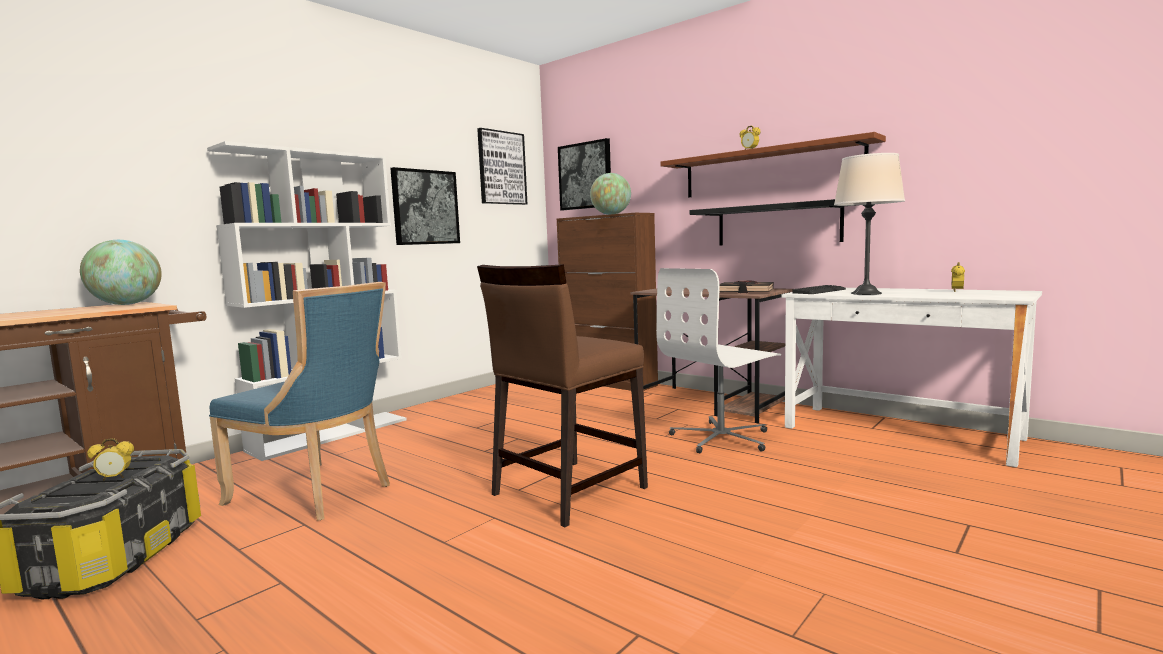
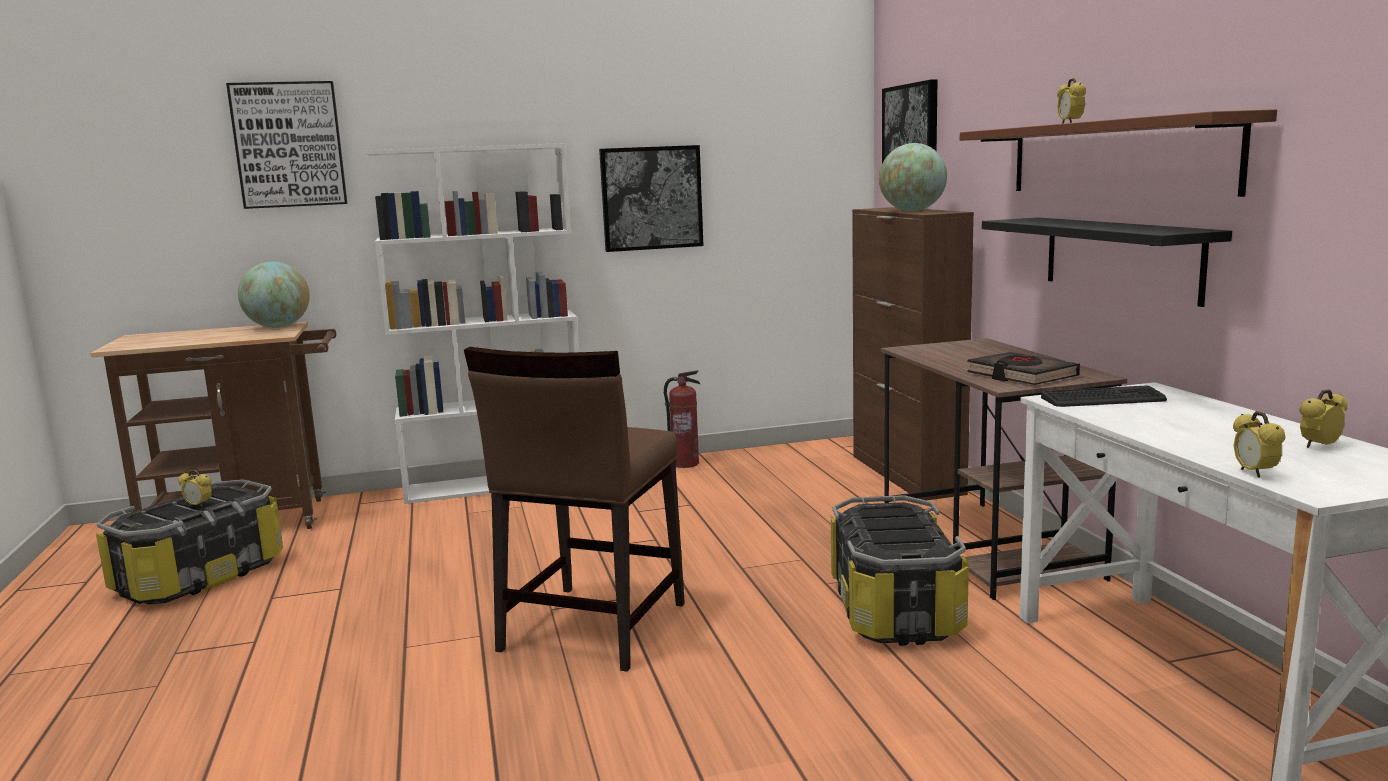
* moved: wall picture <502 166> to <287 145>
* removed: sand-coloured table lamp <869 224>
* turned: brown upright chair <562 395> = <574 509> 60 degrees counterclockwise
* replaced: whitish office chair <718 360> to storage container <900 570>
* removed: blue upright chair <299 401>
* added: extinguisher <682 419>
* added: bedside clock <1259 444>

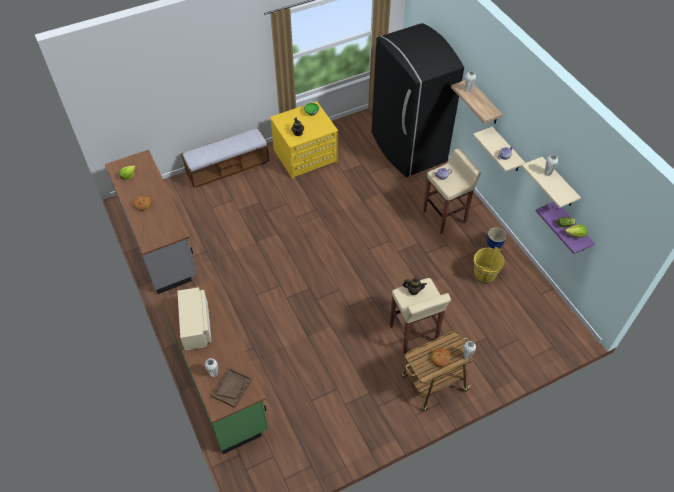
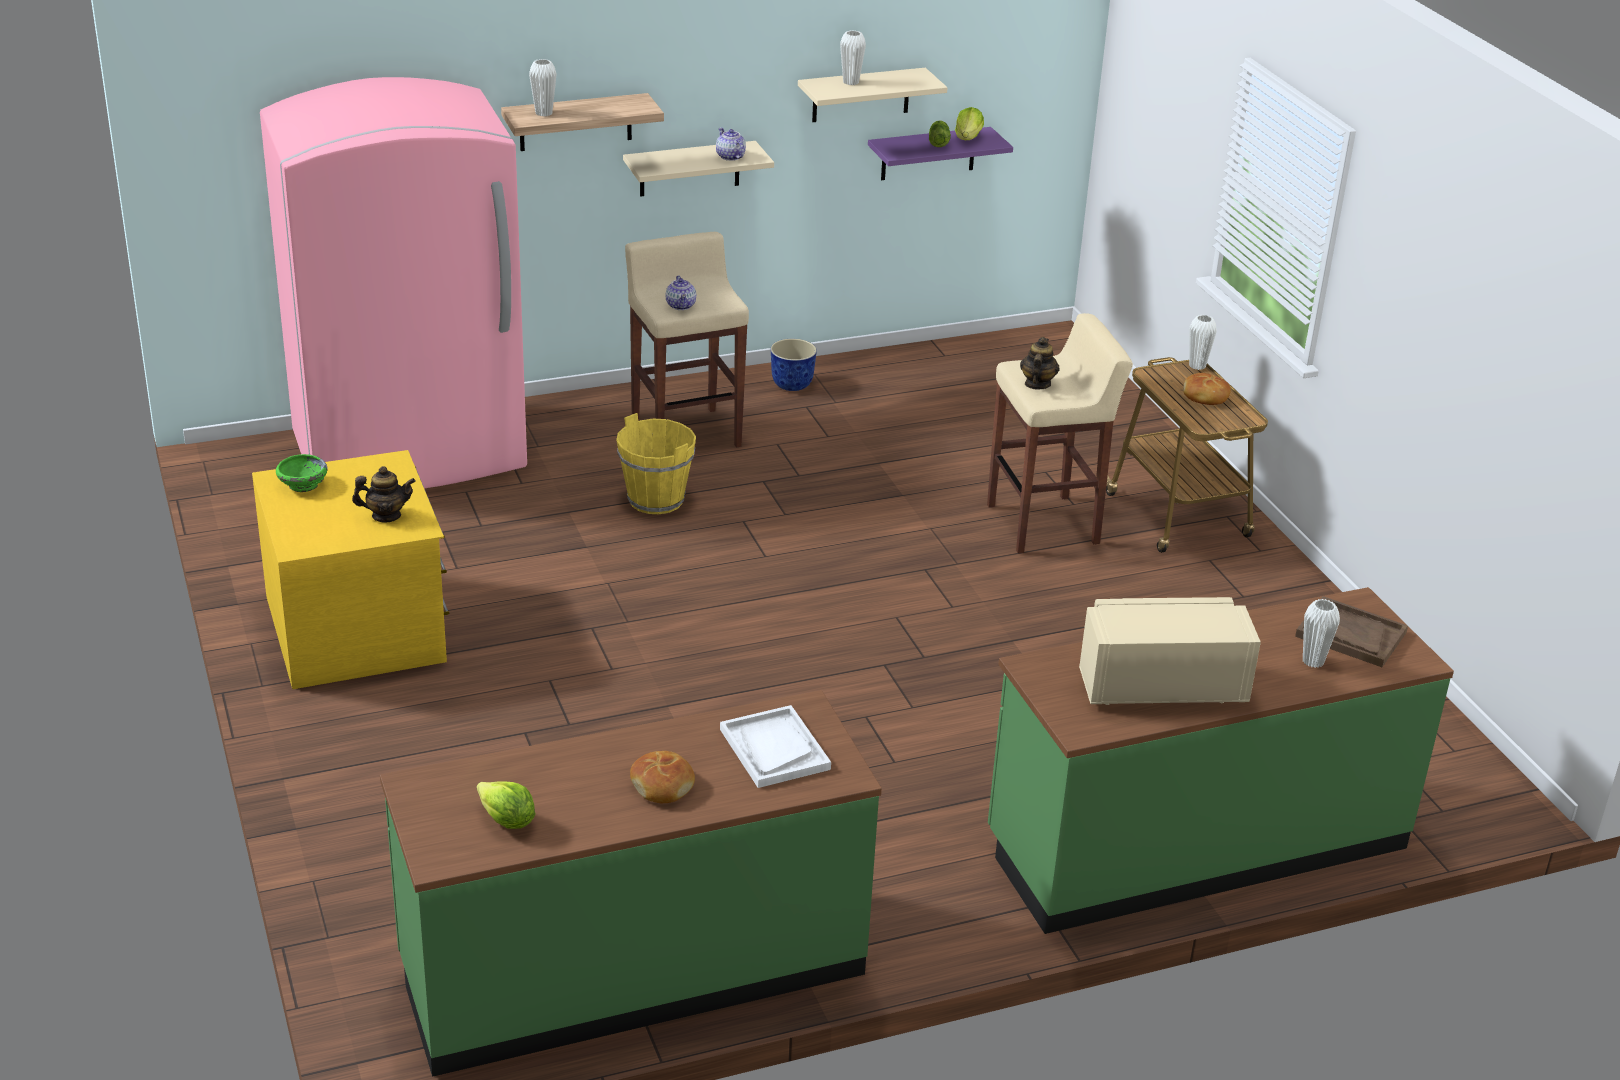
* recoloured: black kitchen fridge <418 100> to pink-coloured kitchen fridge <393 282>
* removed: bench <225 158>
* recoloured: greyish kitchen base unit <151 222> to green kitchen base unit <631 883>
* moved: yellow bucket <489 265> to <656 463>
* added: whitish carrying tray <775 746>

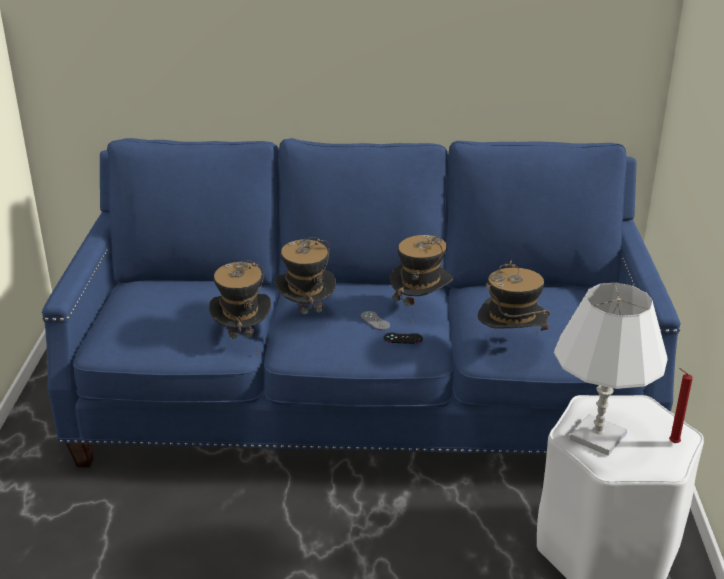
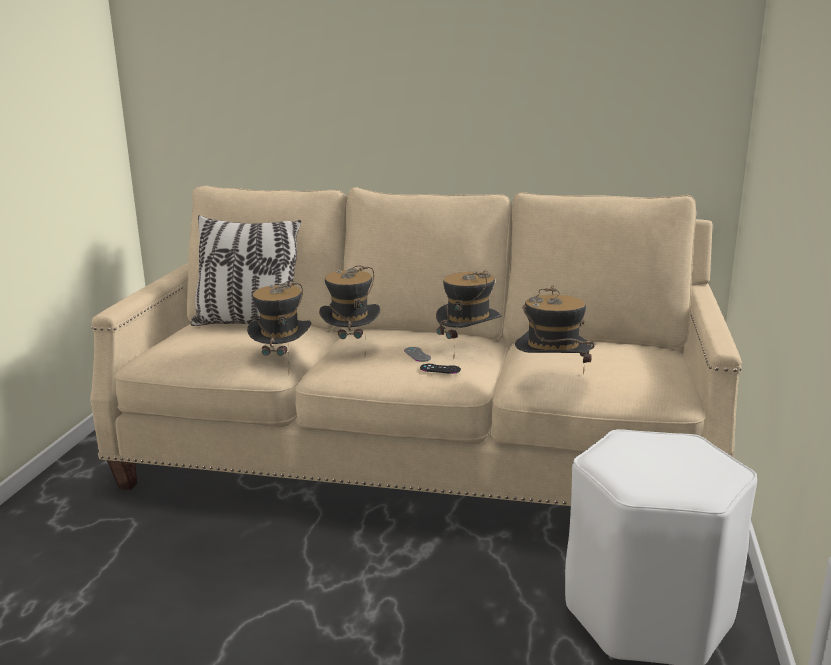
* recoloured: blue settee <361 302> to sand-coloured settee <416 346>
* removed: whitish table lamp <610 369>
* removed: red wax candle <681 405>
* added: throw pillow <246 270>

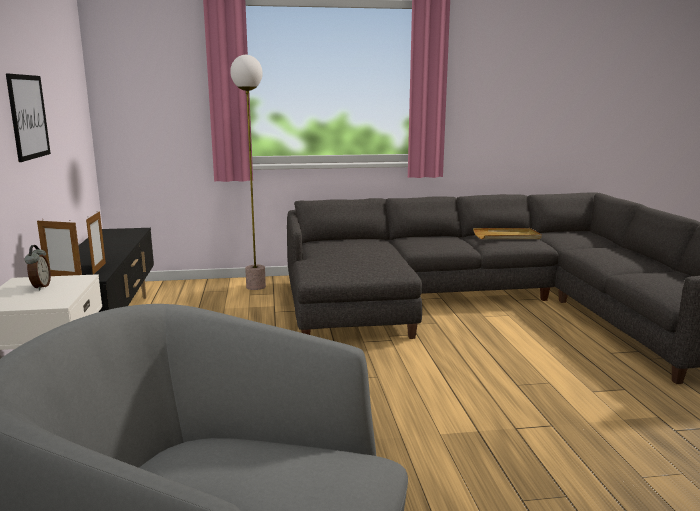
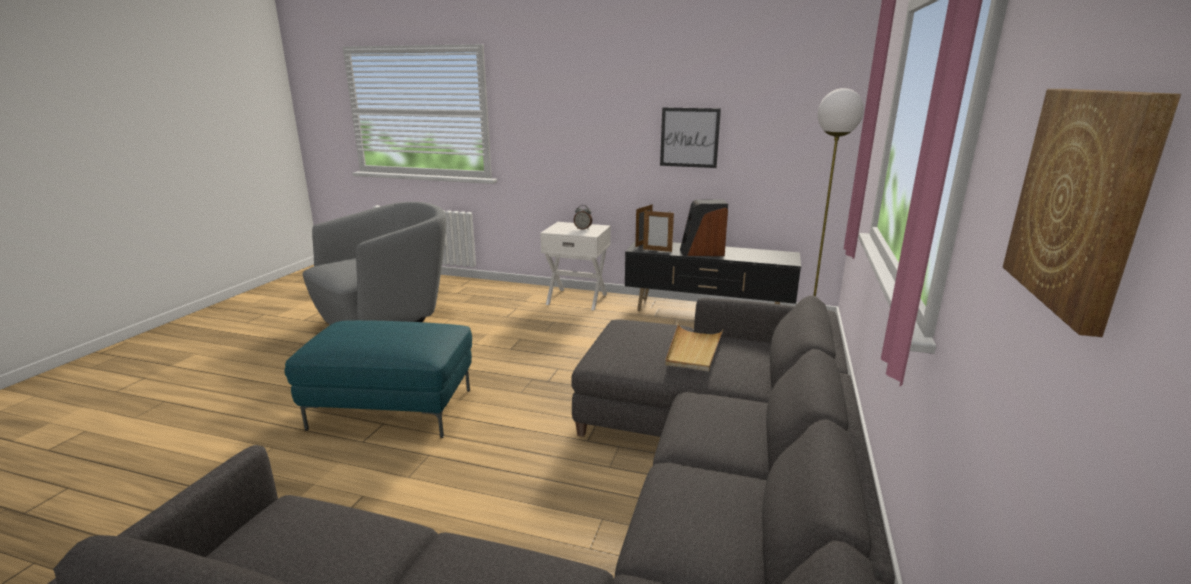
* moved: sand-coloured carrying tray <507 233> to <694 347>
* added: wall picture <1092 213>
* added: audio speaker <704 227>
* added: turquoise ottoman <378 379>

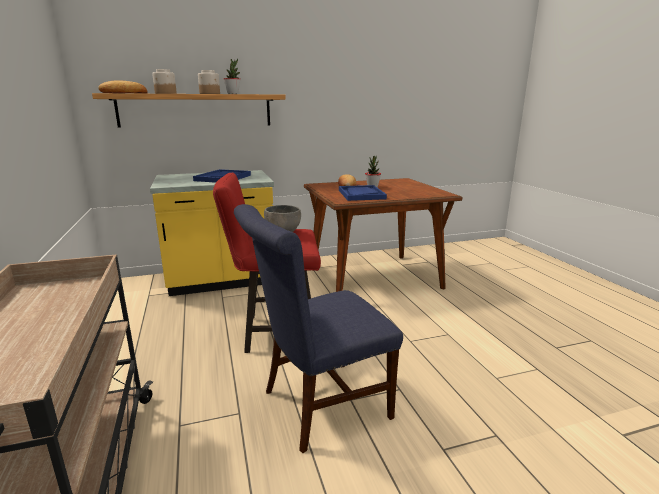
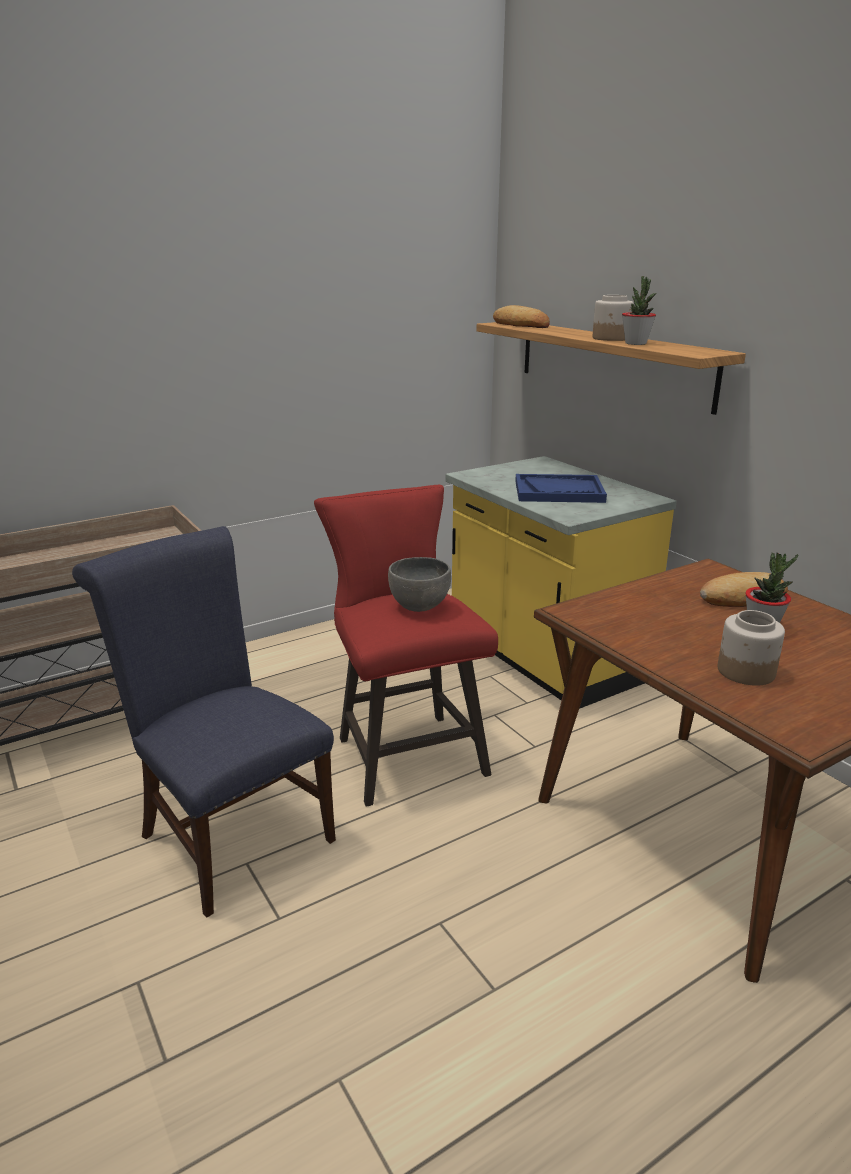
* moved: jar <164 81> to <751 648>
* removed: blue carrying tray <363 193>

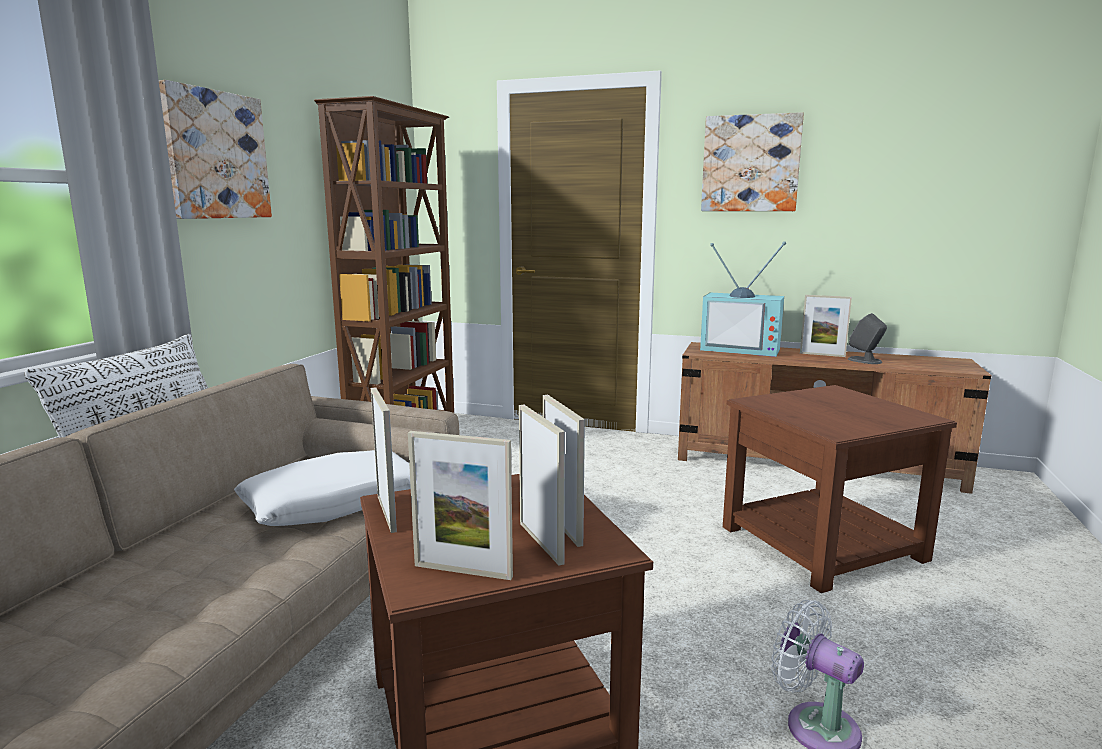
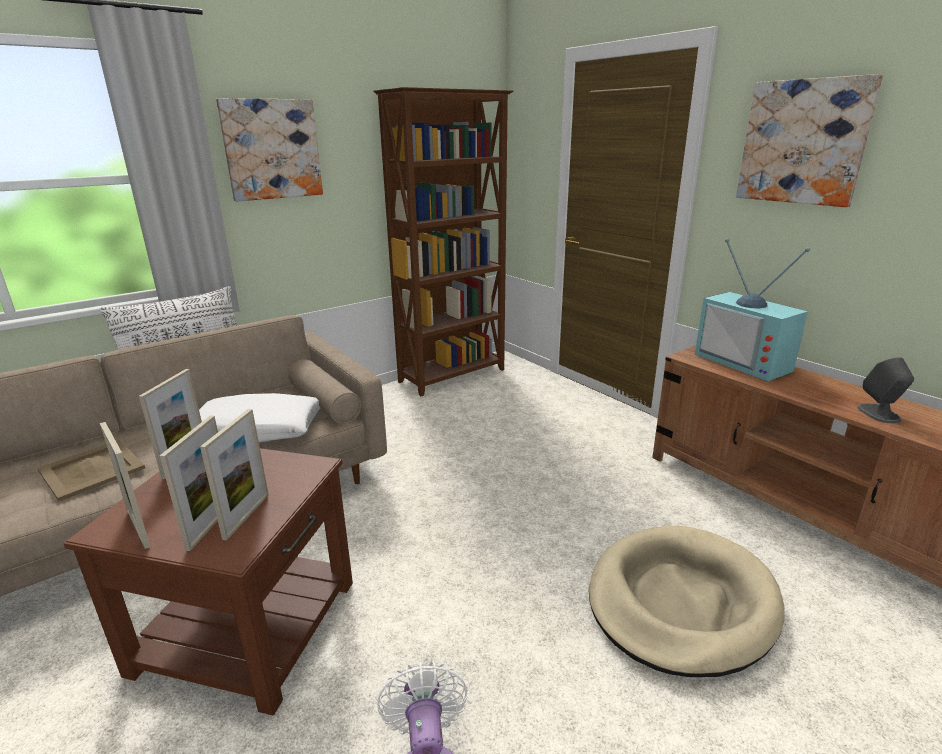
* removed: picture frame <826 326>
* replaced: brown accent table <840 489> to sand-coloured pet bed <686 601>
* added: sand-coloured carrying tray <91 470>

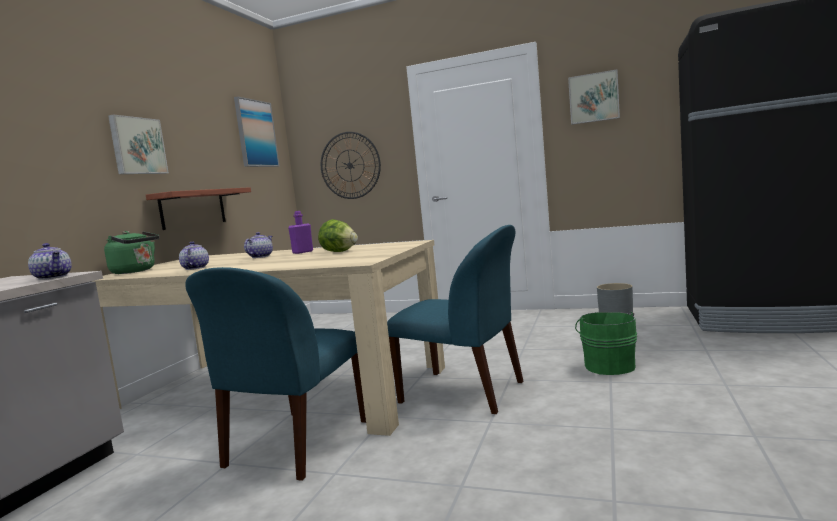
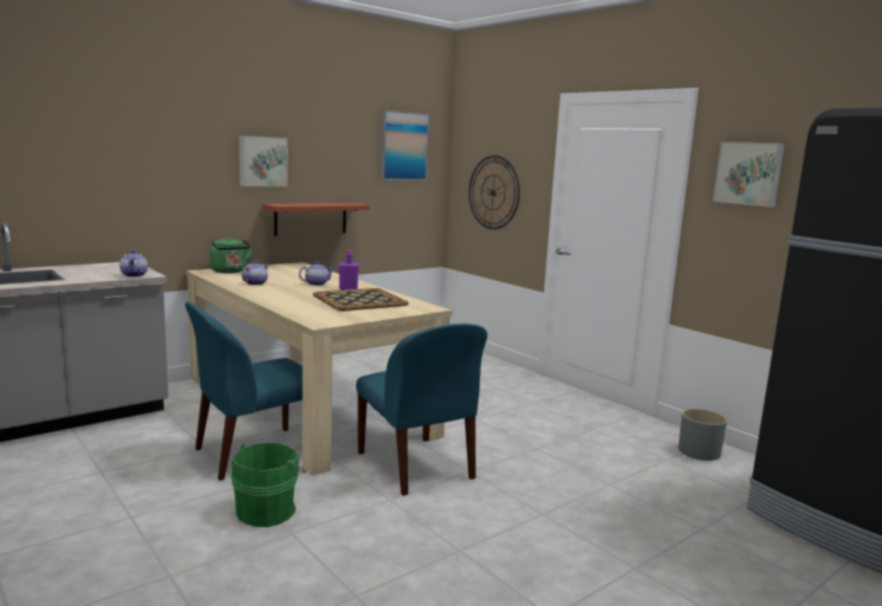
* replaced: lettuce head <338 235> to carrying tray <361 299>
* moved: green bucket <606 343> to <268 484>

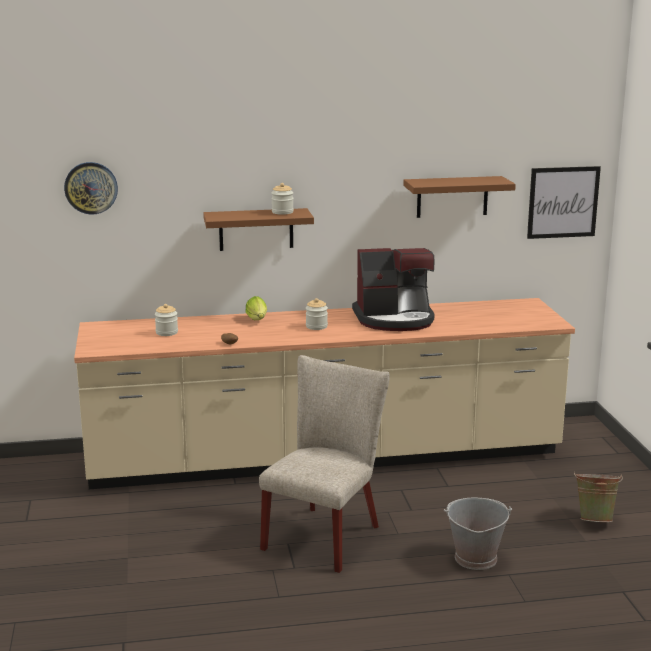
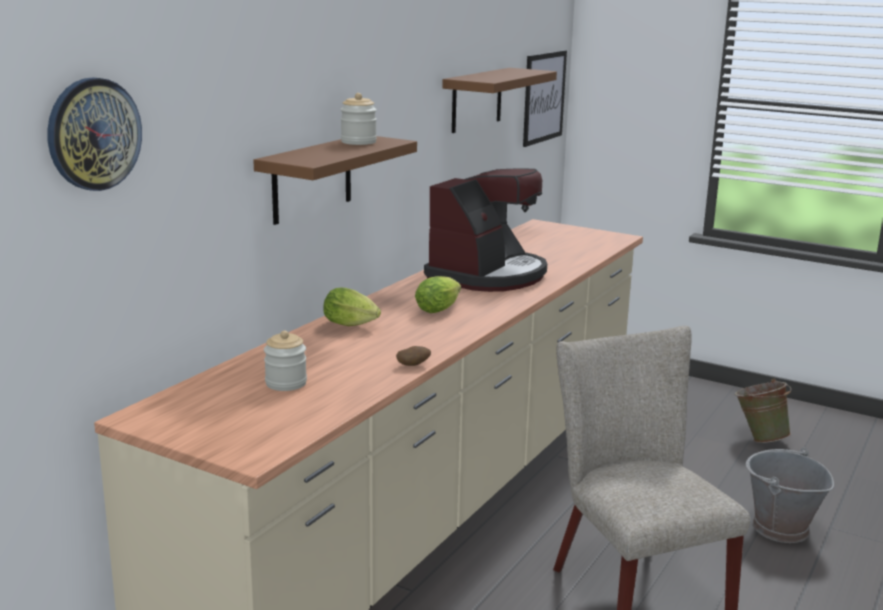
* replaced: jar <317 314> to lettuce head <438 294>

